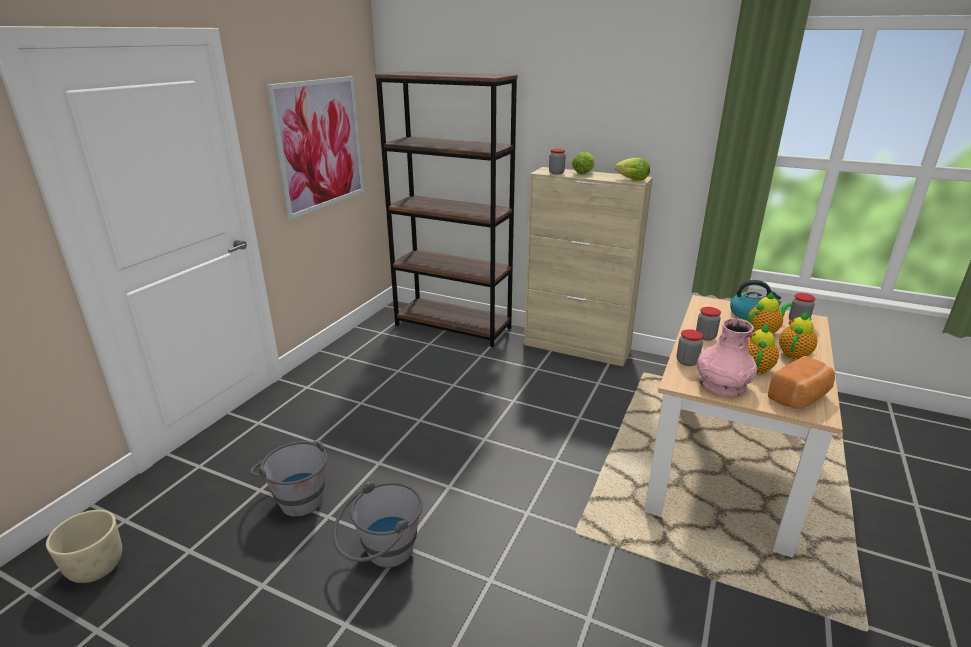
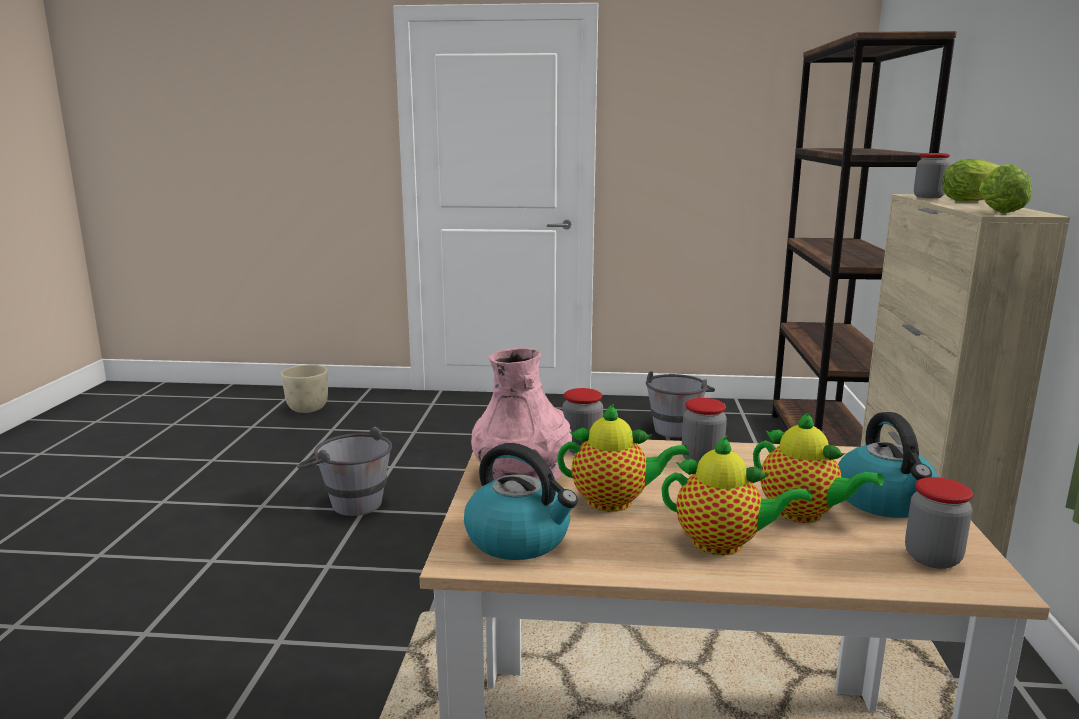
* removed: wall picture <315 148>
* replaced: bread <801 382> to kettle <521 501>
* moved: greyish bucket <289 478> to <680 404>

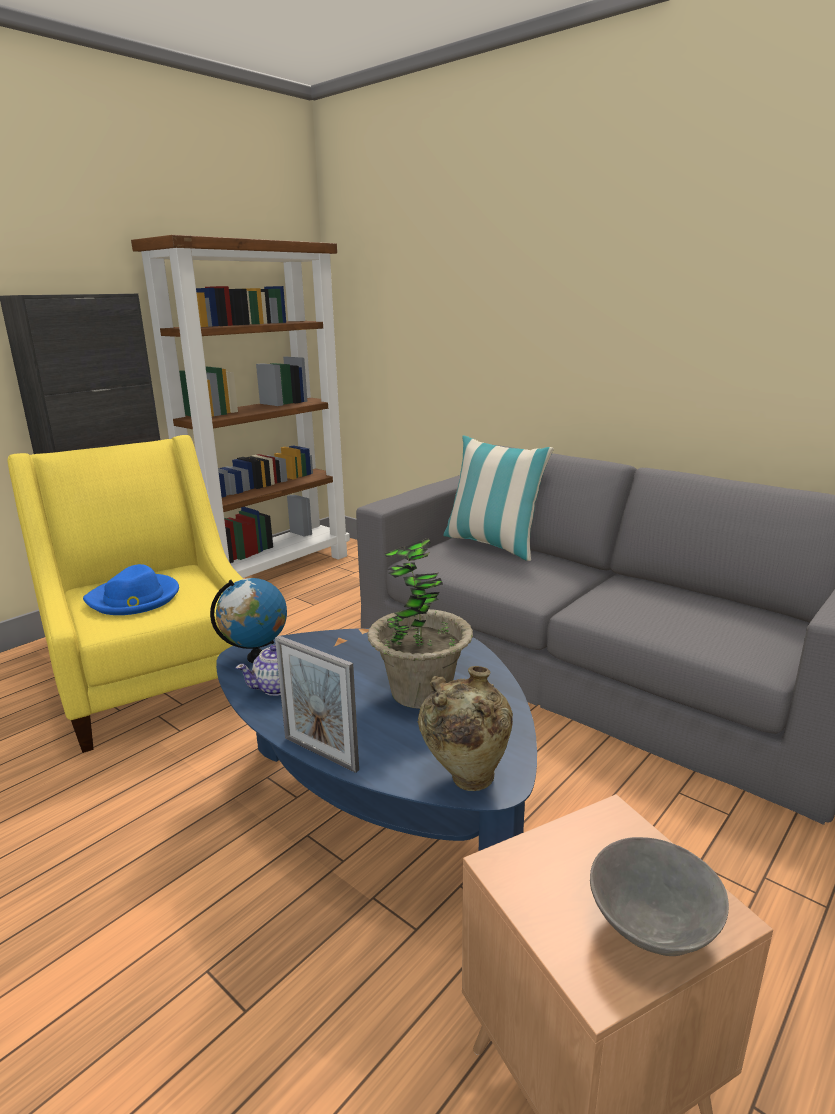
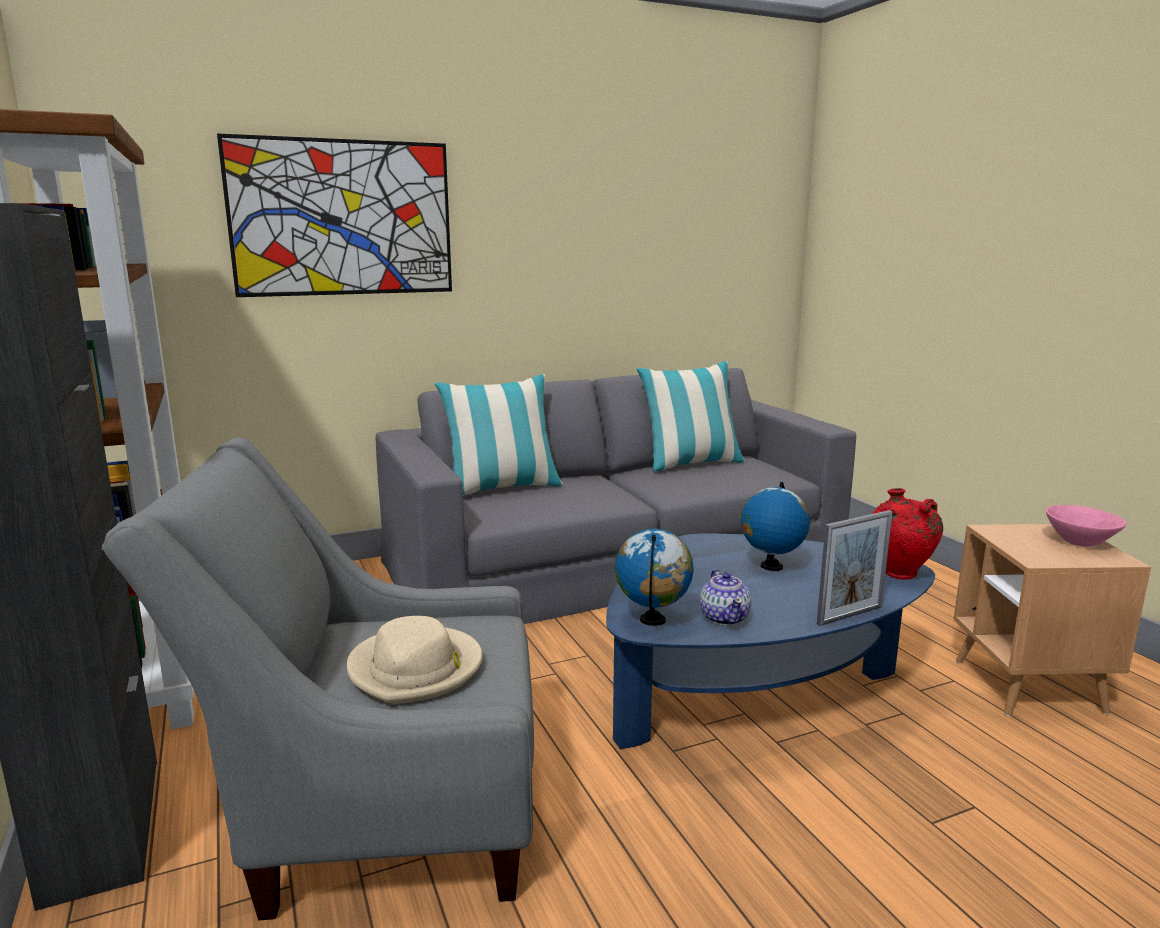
* recoloured: yellow lounge chair <125 594> to greyish lounge chair <318 678>
* replaced: plant in a pot <420 623> to globe <775 526>
* recoloured: blue hat <131 589> to sand-coloured hat <415 660>
* recoloured: sand-coloured vase <465 728> to red vase <907 534>
* recoloured: greyish serving bowl <659 896> to pink-coloured serving bowl <1086 526>
* added: wall picture <334 215>
* added: throw pillow <691 416>

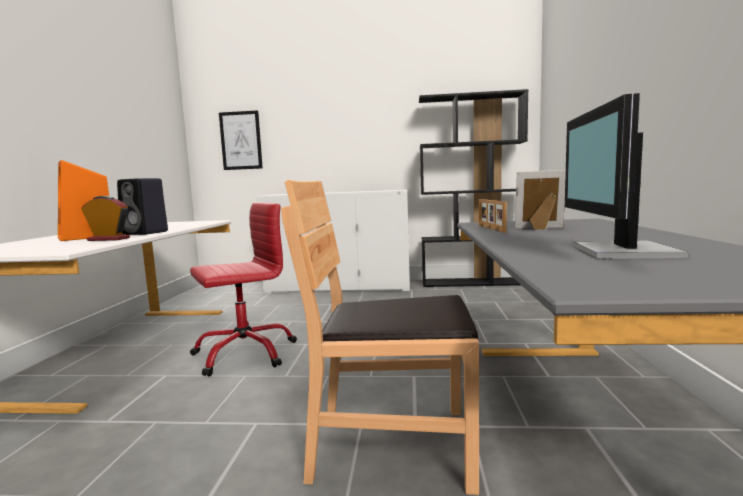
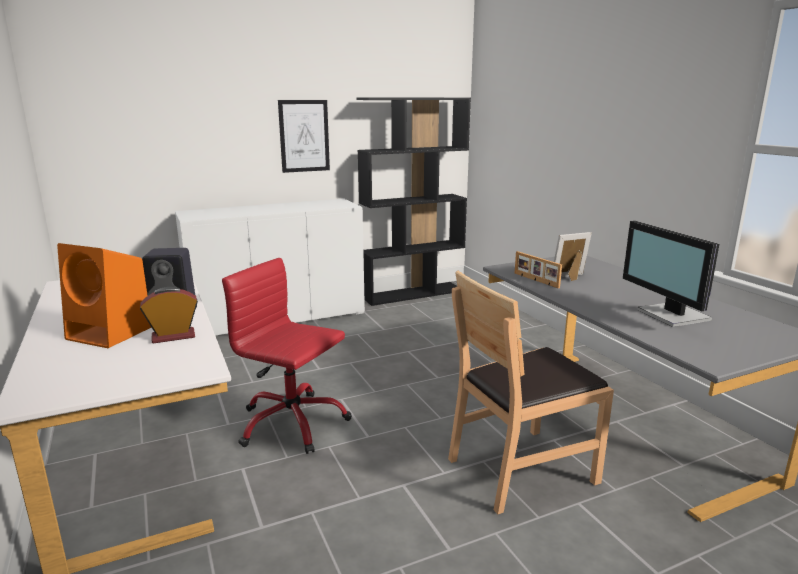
* moved: wall picture <241 140> to <304 136>
* turned: red office chair <243 289> = <287 356> 90 degrees counterclockwise

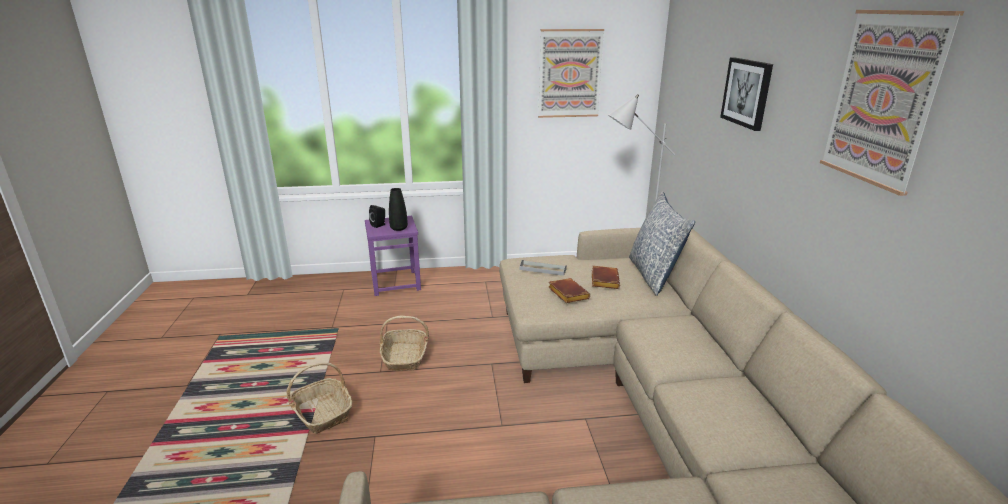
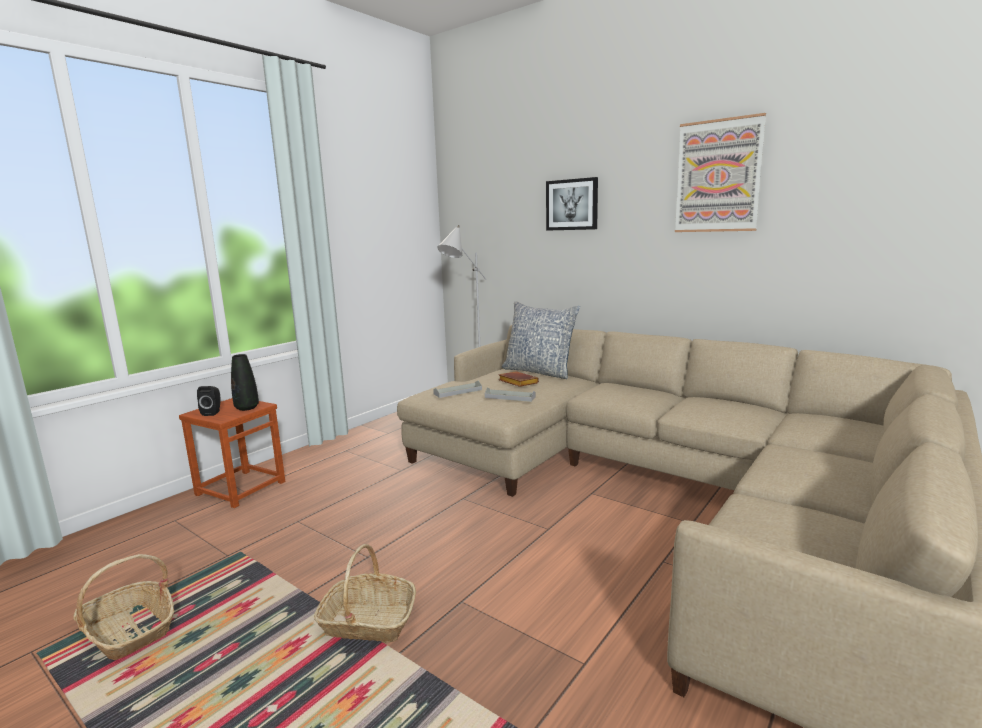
* removed: wall picture <571 73>
* recoloured: purple-coloured stool seat <393 256> to brown stool seat <232 453>
* replaced: brown volume <569 290> to greyish carrying tray <510 395>
* moved: storage basket <404 343> to <123 607>

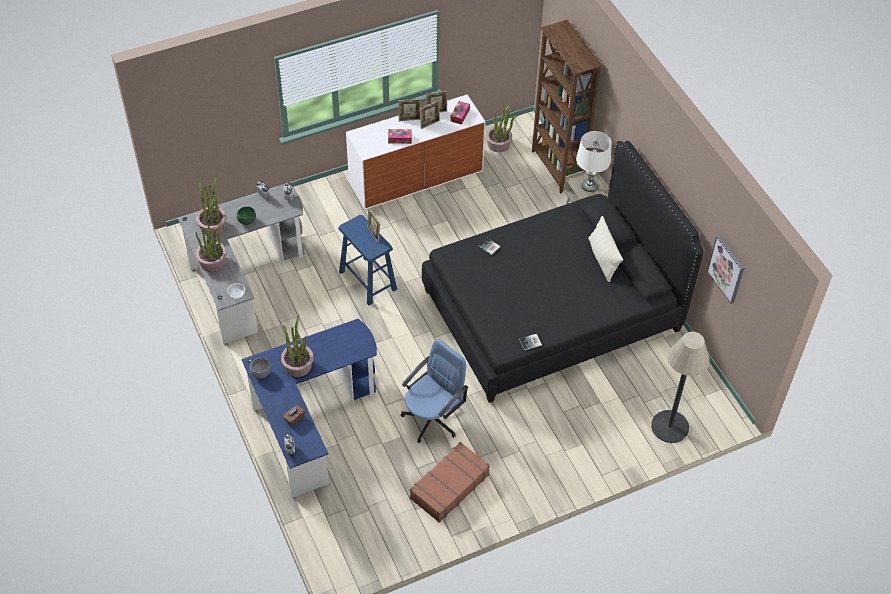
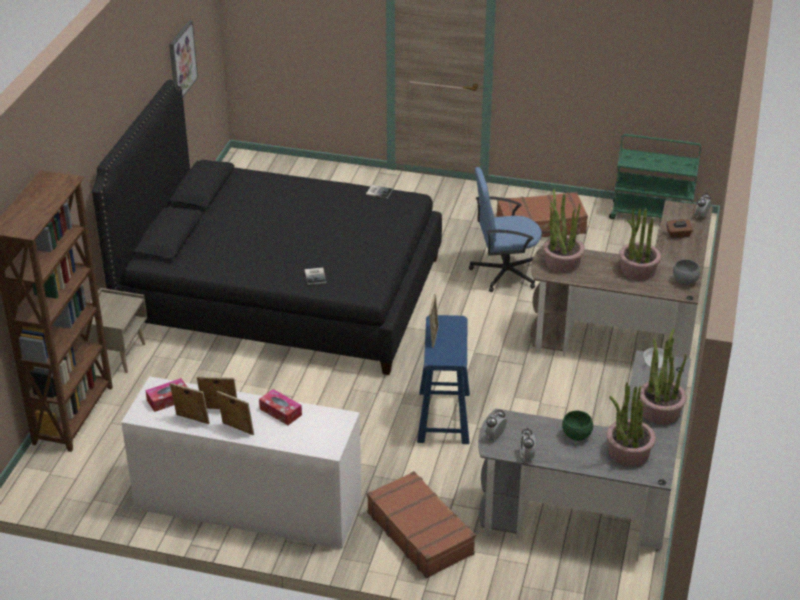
* moved: plant in a pot <501 129> to <564 231>
* removed: whitish table lamp <593 161>
* removed: sand-coloured throw pillow <605 249>
* recoloured: blue desk unit <309 408> to brown desk unit <621 279>
* removed: standing lamp <680 387>
* added: green cart <655 176>
* added: brown suitcase <421 524>

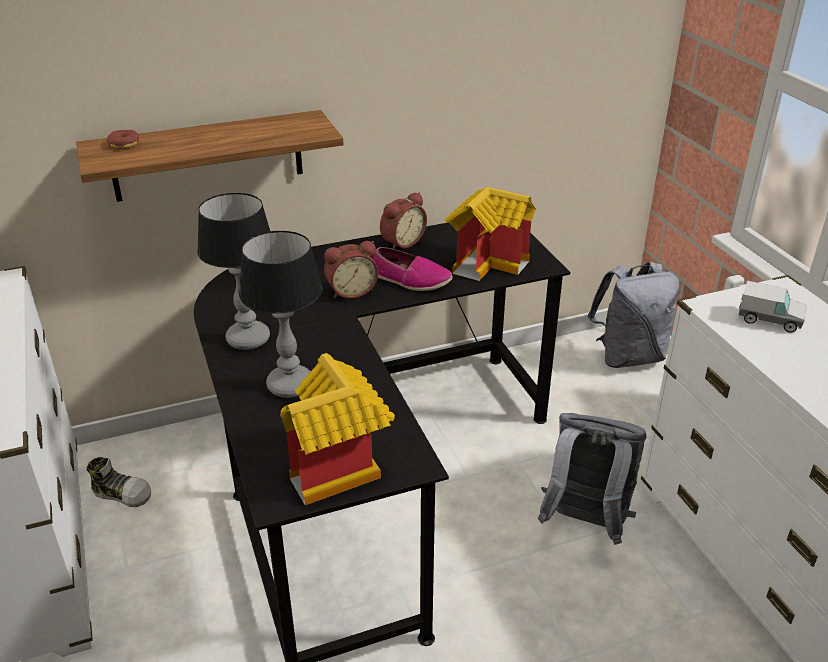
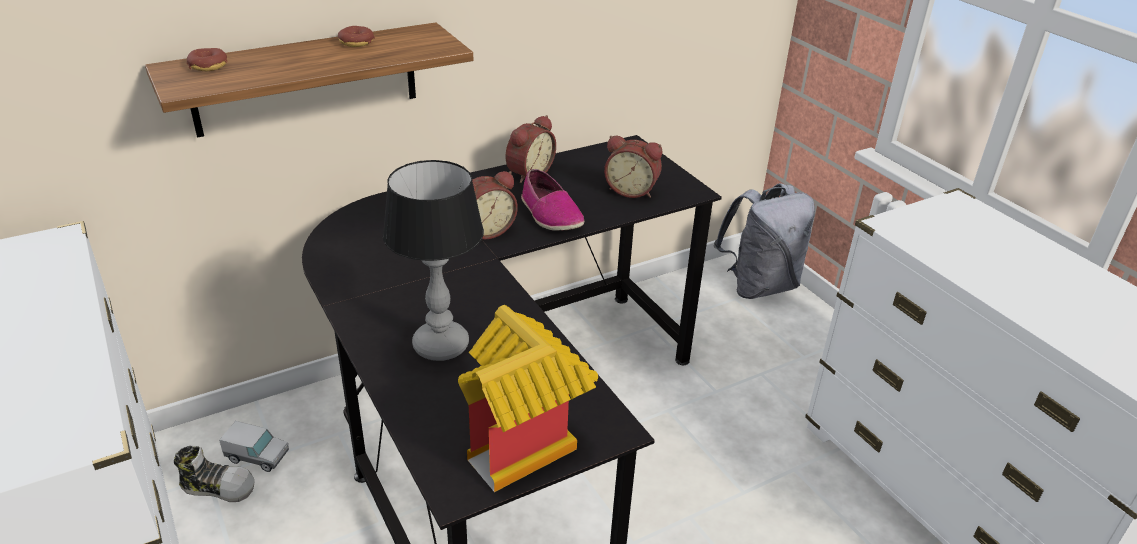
* replaced: miniature house <490 234> to bedside clock <633 167>
* removed: table lamp <233 271>
* turned: item of footwear <413 269> = <552 200> 45 degrees clockwise
* moved: toy truck <773 306> to <254 446>
* removed: greyish knapsack <592 479>
* added: doughnut <356 36>

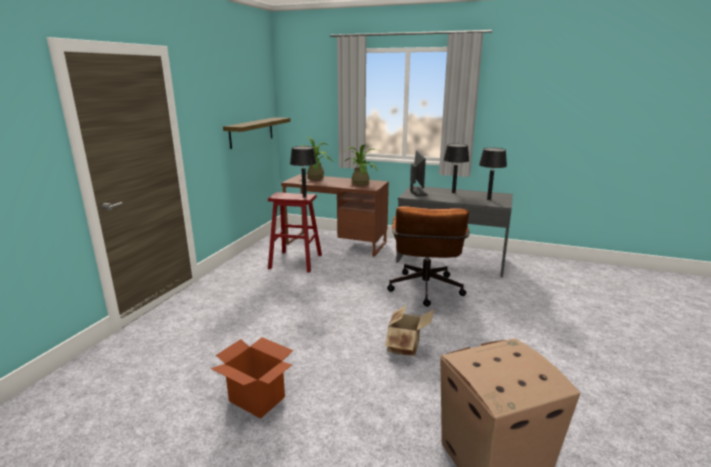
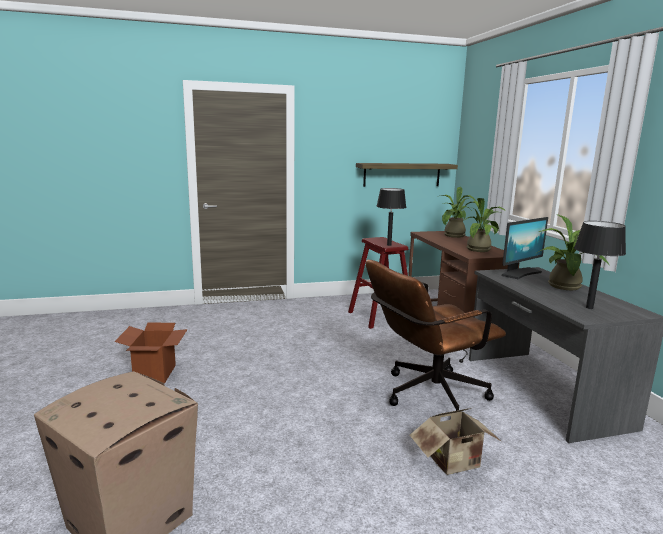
* replaced: black table lamp <456 168> to plant in a pot <572 252>
* moved: carton <409 331> to <456 441>

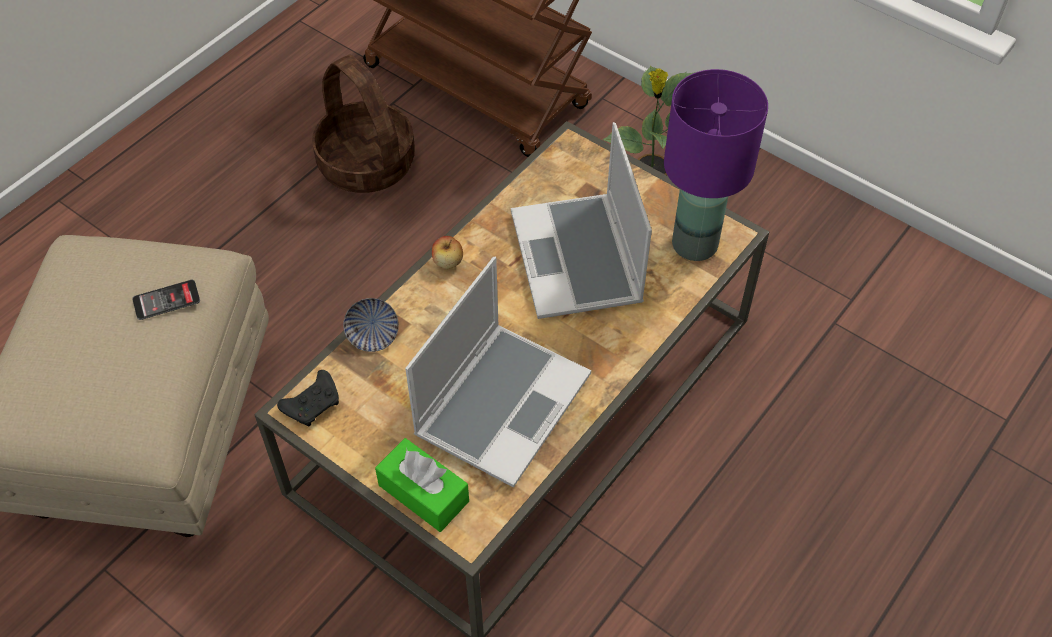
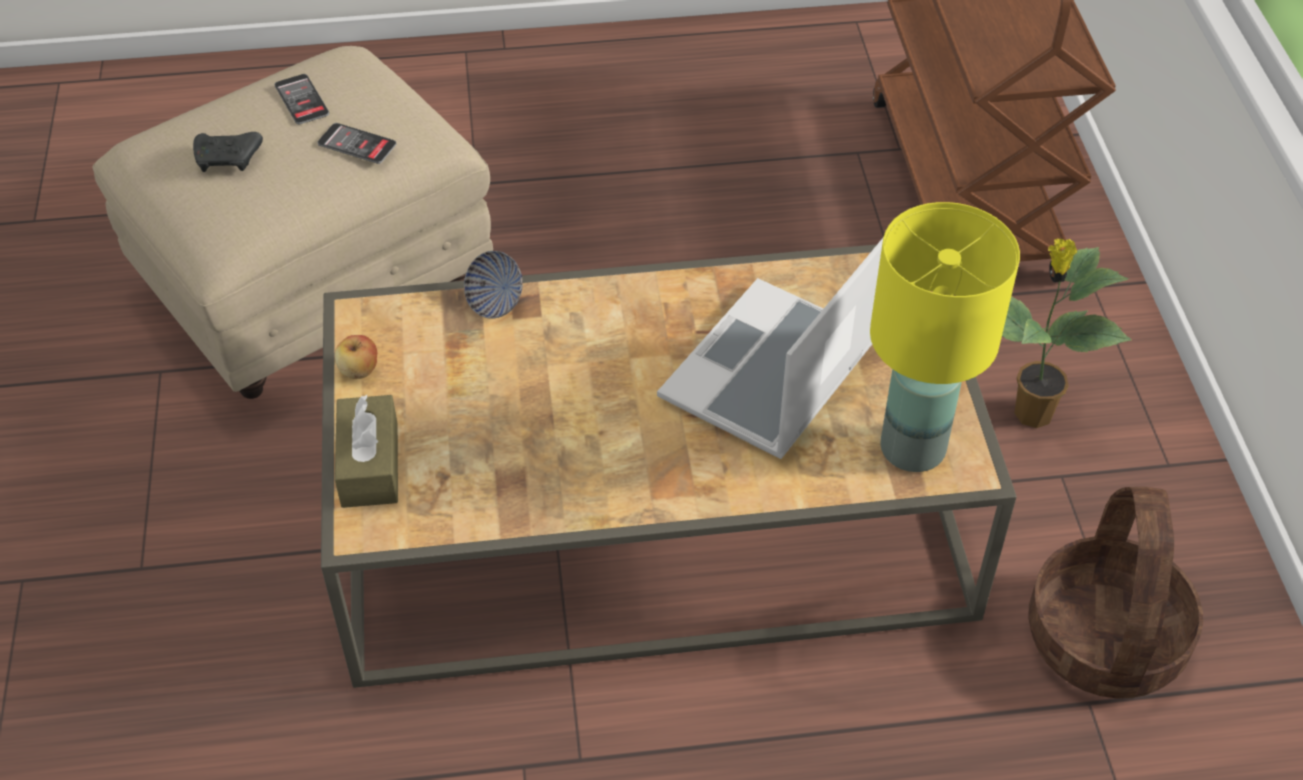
* moved: storage basket <363 123> to <1115 592>
* recoloured: purple-coloured table lamp <716 165> to yellow table lamp <945 337>
* moved: whole apple <447 252> to <355 357>
* removed: portable computer <498 372>
* moved: black gamepad <308 398> to <228 152>
* recoloured: green tissue box <422 485> to brown tissue box <366 451>
* added: handset <301 99>

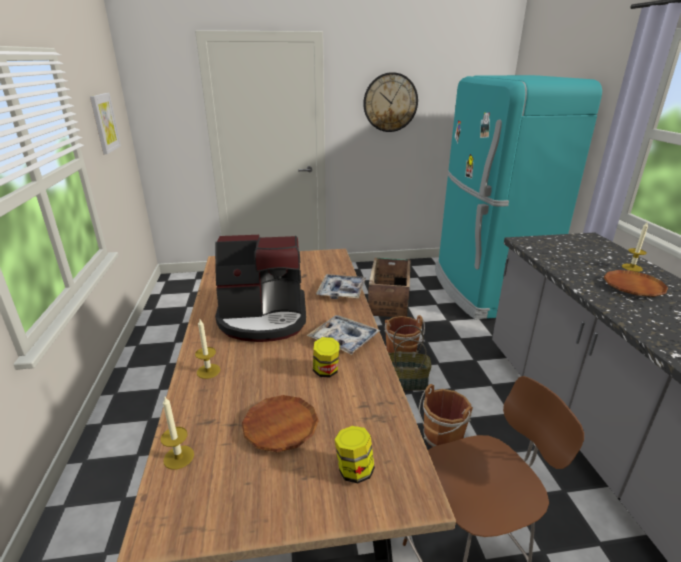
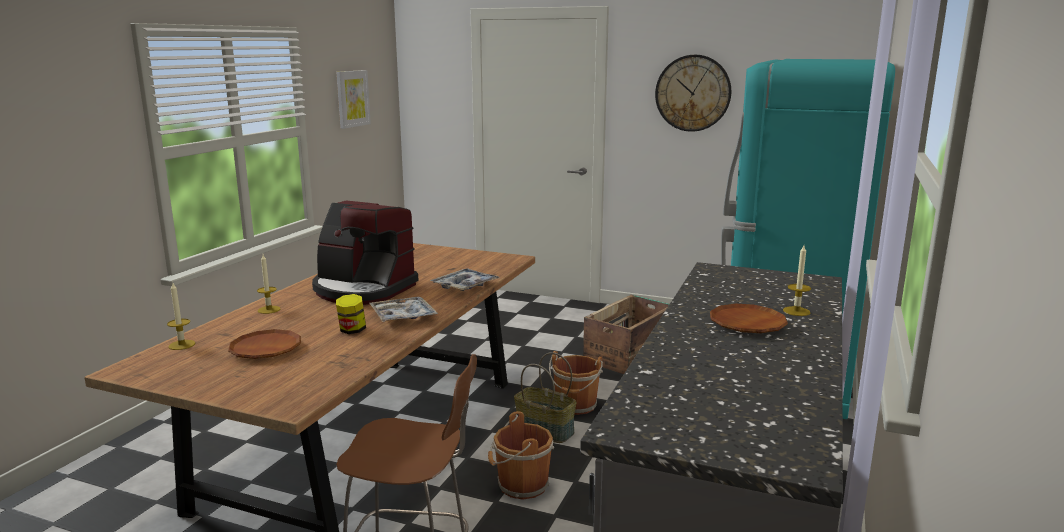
* removed: jar <355 454>

